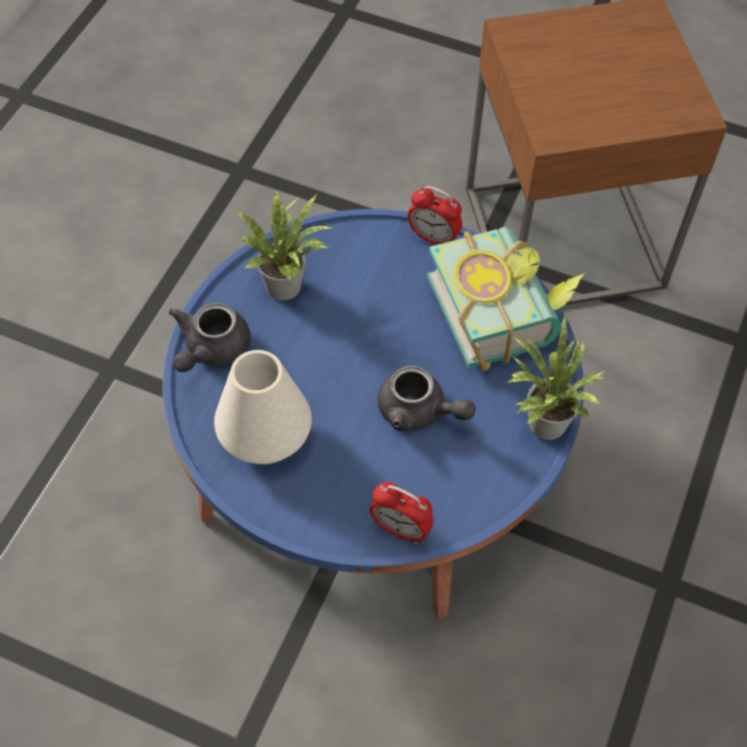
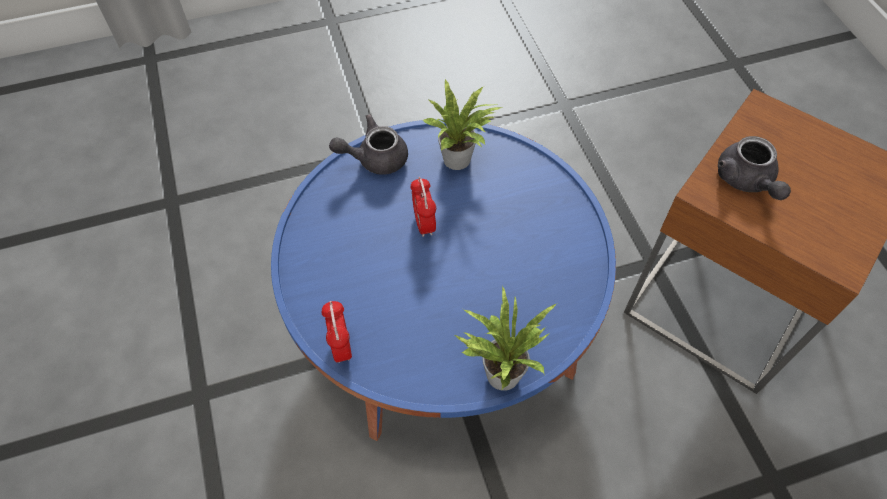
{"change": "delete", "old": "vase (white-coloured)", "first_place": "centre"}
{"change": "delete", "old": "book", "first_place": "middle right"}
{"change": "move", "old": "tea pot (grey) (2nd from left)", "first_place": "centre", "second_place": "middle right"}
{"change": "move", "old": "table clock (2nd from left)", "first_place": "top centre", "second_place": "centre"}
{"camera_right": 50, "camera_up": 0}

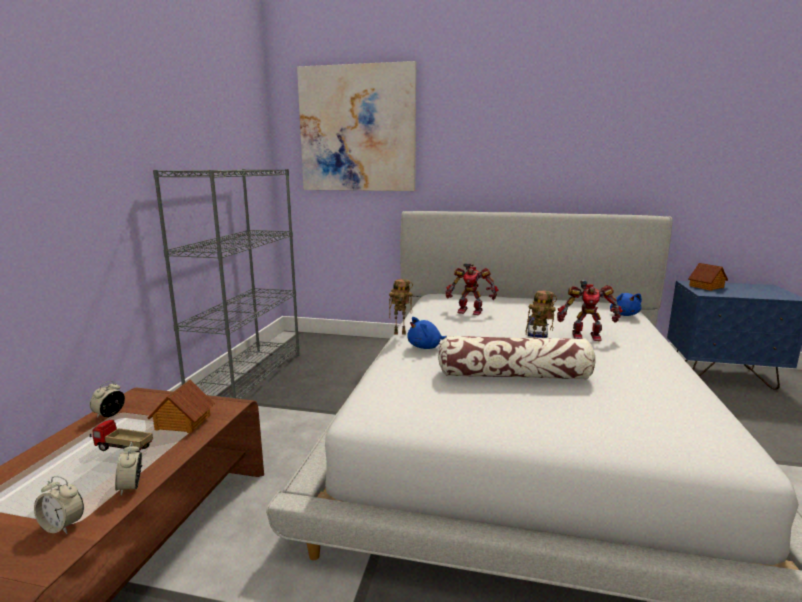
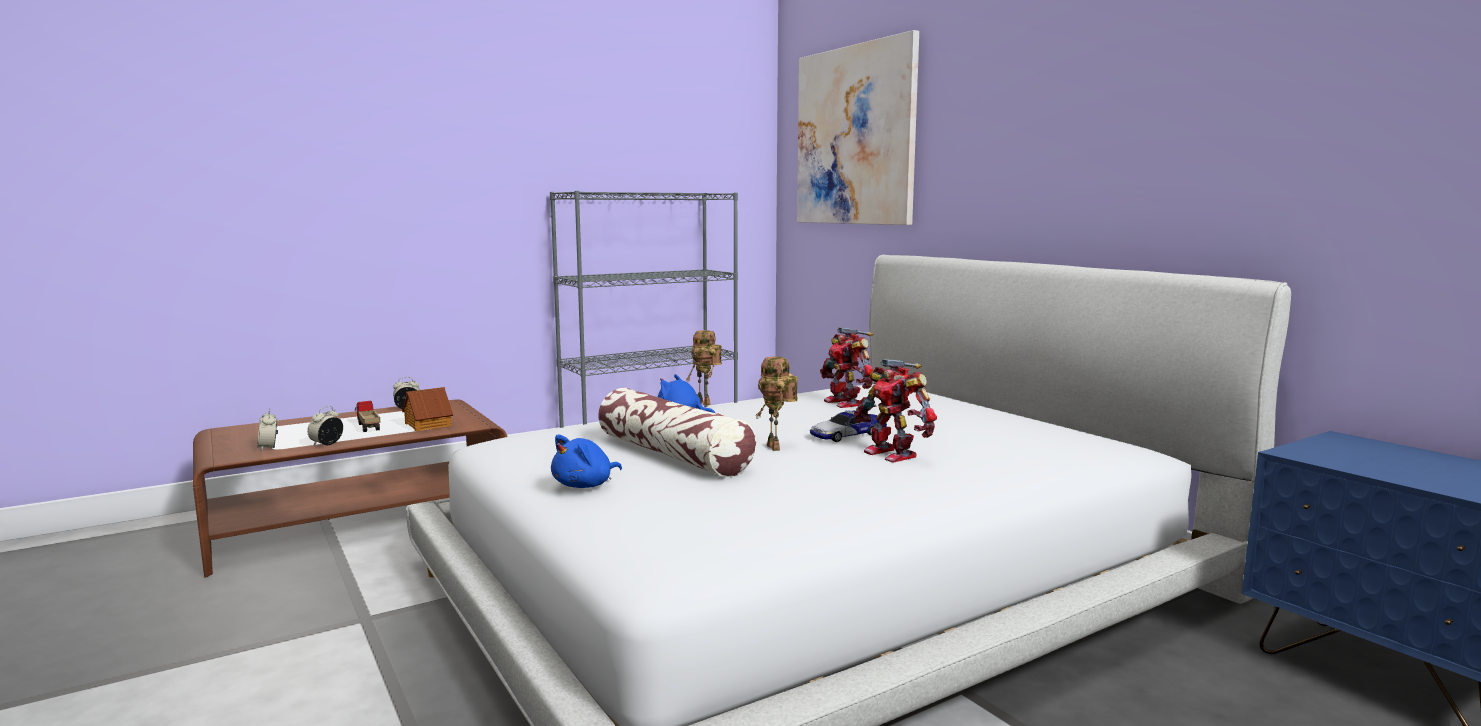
{"change": "delete", "old": "miniature house (2nd from left)", "first_place": "middle right"}
{"change": "move", "old": "cuddly toy (blue) (2nd from left in the first image)", "new": "cuddly toy (blue) (1st from left)", "first_place": "middle right", "second_place": "centre"}
{"camera_right": 45, "camera_up": -5}

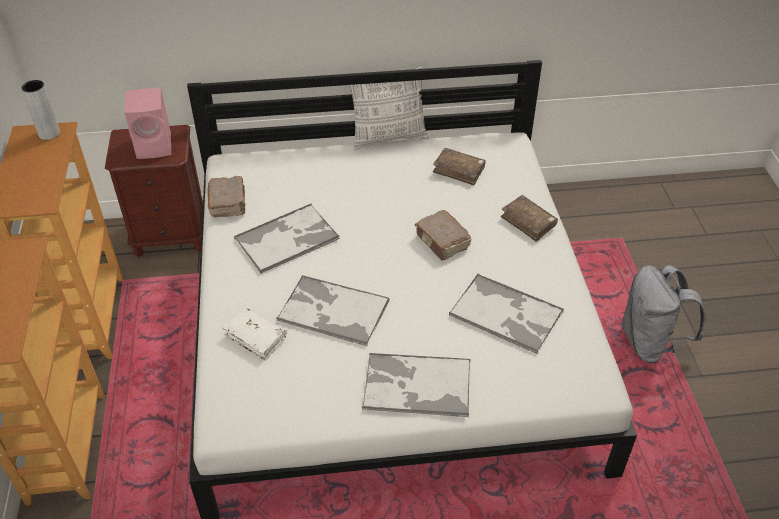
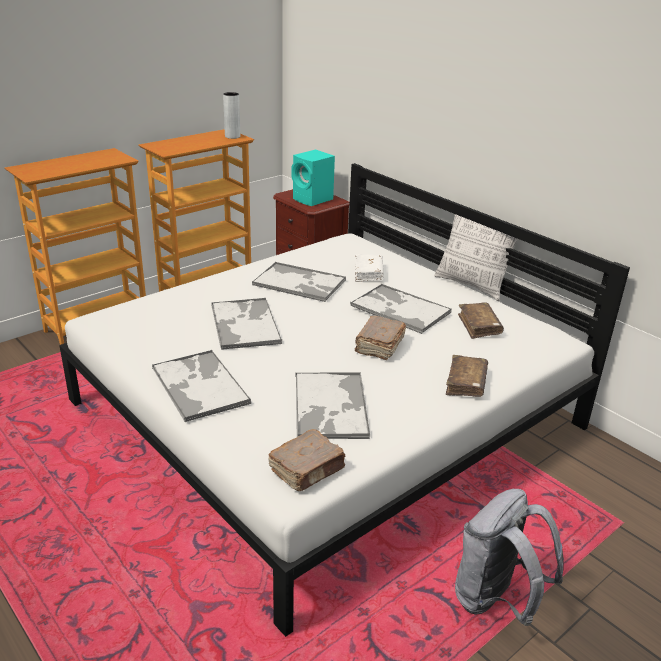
{"change": "insert", "new": "serving tray (5th from left)", "second_place": "centre"}
{"change": "move", "old": "book (brownish) (1st from left)", "first_place": "middle left", "second_place": "bottom centre"}
{"change": "move", "old": "book (white-coloured)", "first_place": "middle left", "second_place": "centre"}
{"change": "recolor", "old": "audio speaker (pink)", "new": "audio speaker (turquoise)", "first_place": "top left", "second_place": "top centre"}
{"camera_right": 55, "camera_up": -15}

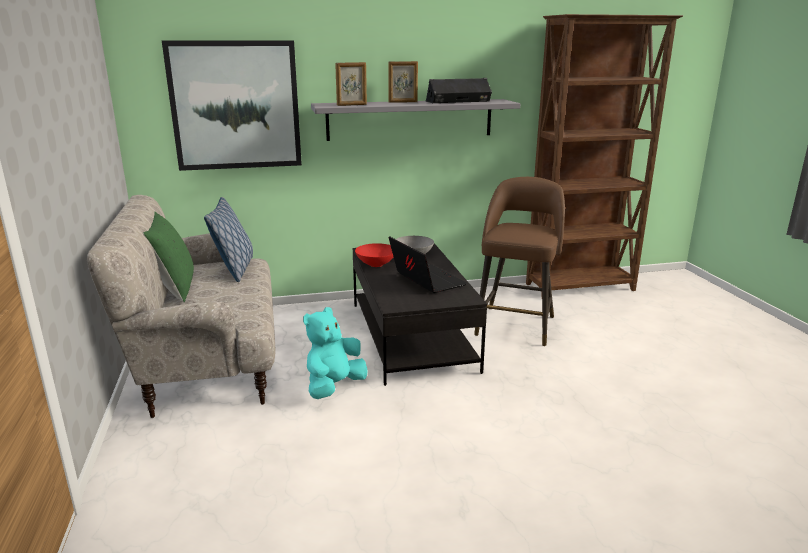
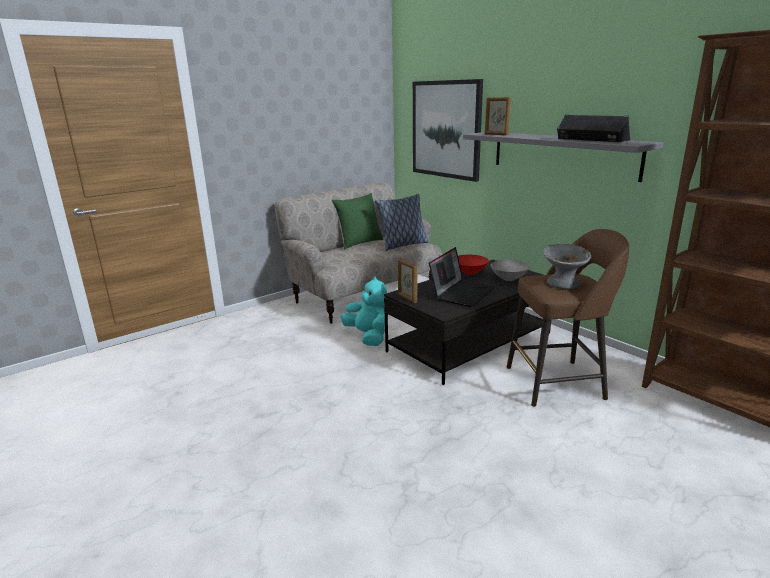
{"change": "insert", "new": "deep dish (grey) (2nd from left)", "second_place": "middle right"}
{"change": "move", "old": "photo frame (2nd from left in the first image)", "new": "photo frame (1st from left)", "first_place": "top centre", "second_place": "centre"}
{"change": "rotate", "old": "cuddly toy (turquoise)", "first_place": "centre", "second_place": "centre", "degrees": 45}
{"camera_right": 65, "camera_up": 0}

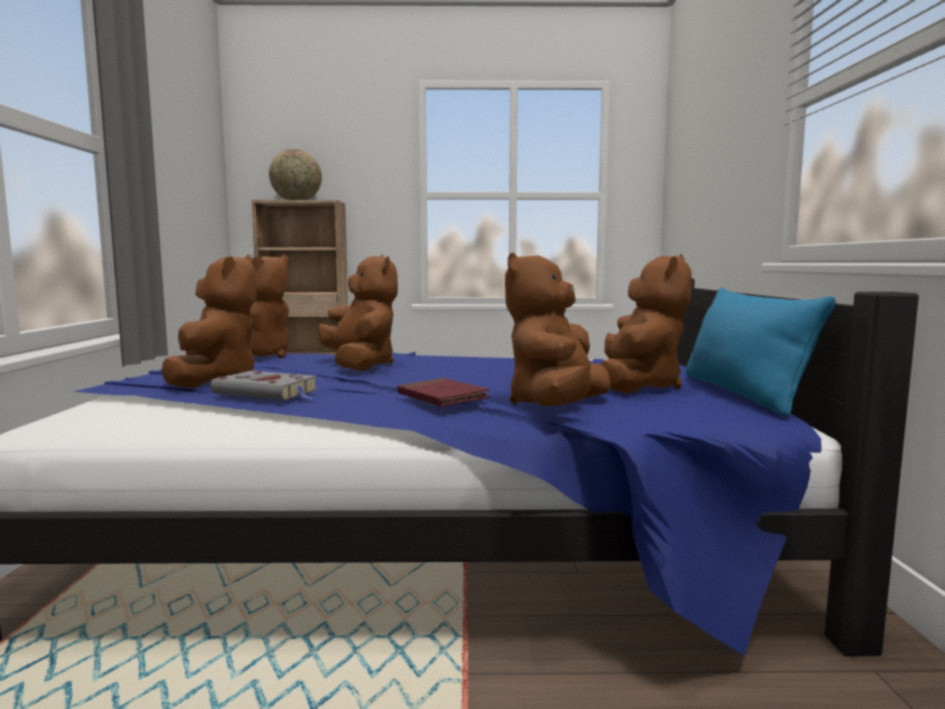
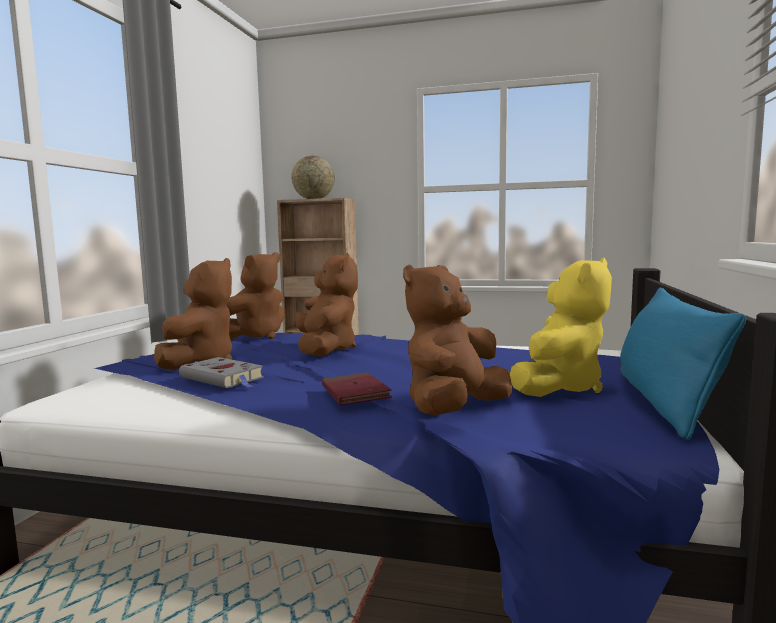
{"change": "recolor", "old": "cuddly toy (brownish) (5th from left)", "new": "cuddly toy (yellow)", "first_place": "middle right", "second_place": "middle right"}
{"camera_right": 15, "camera_up": 0}

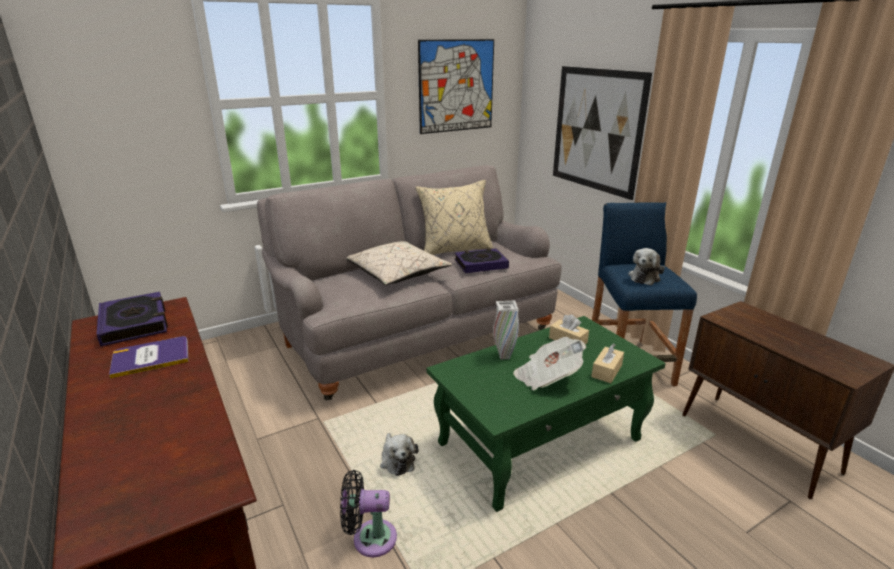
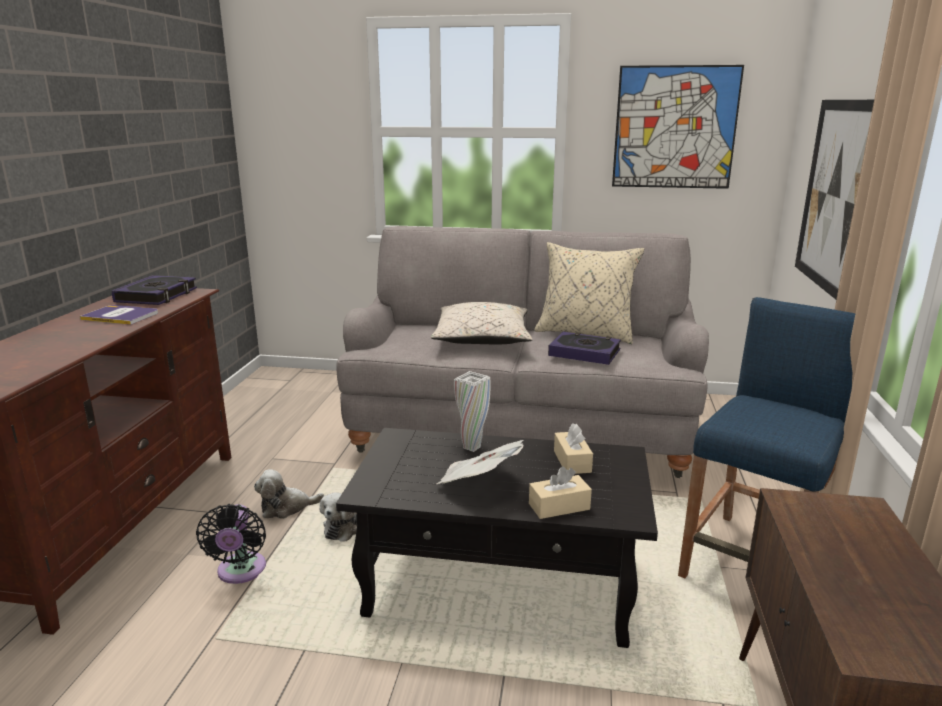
{"change": "move", "old": "cuddly toy (2nd from left in the first image)", "new": "cuddly toy (1st from left)", "first_place": "middle right", "second_place": "bottom left"}
{"change": "recolor", "old": "coffee table (greenish)", "new": "coffee table (black)", "first_place": "bottom centre", "second_place": "bottom centre"}
{"change": "rotate", "old": "cooling fan (black)", "first_place": "bottom centre", "second_place": "bottom left", "degrees": -135}
{"camera_right": 40, "camera_up": -5}

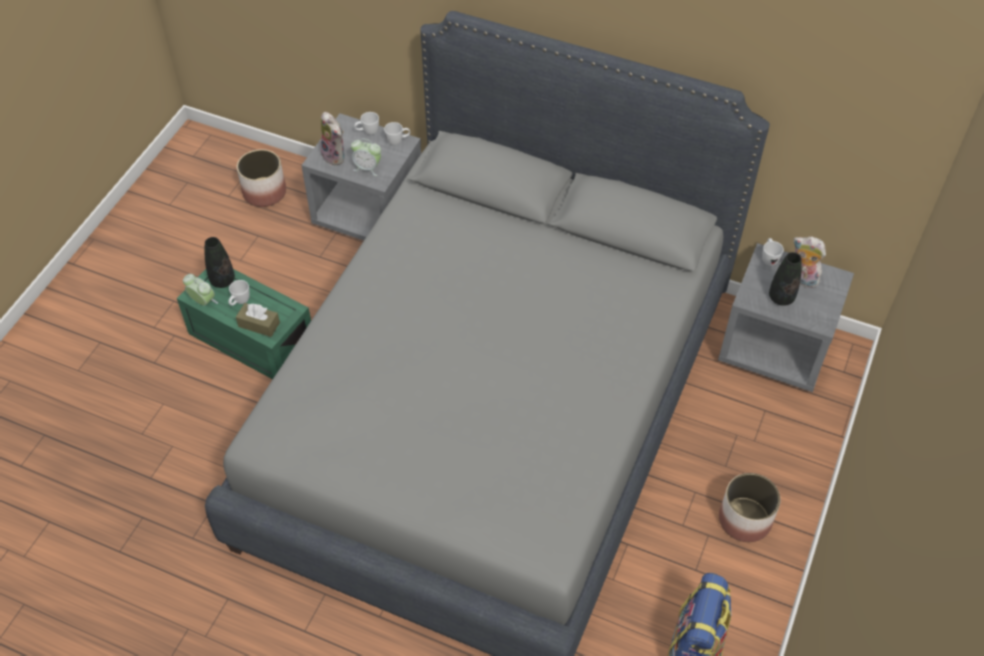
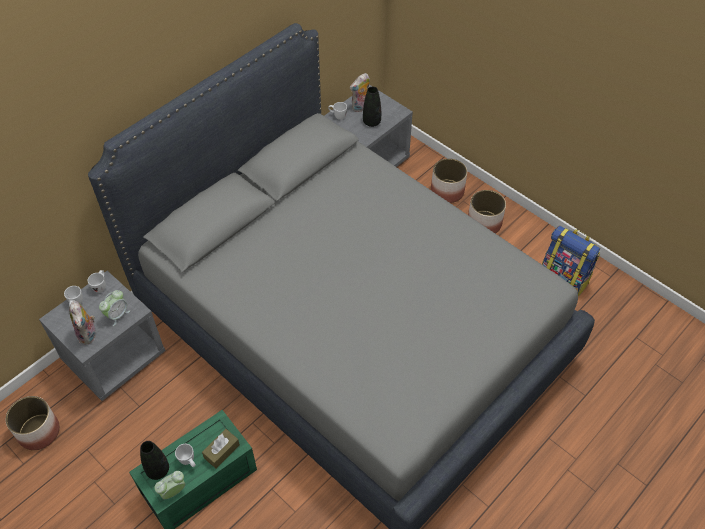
{"change": "insert", "new": "plant pot (2nd from left)", "second_place": "centre"}
{"change": "rotate", "old": "cuddly toy (1st from left)", "first_place": "top centre", "second_place": "middle left", "degrees": 90}
{"camera_right": -70, "camera_up": 0}

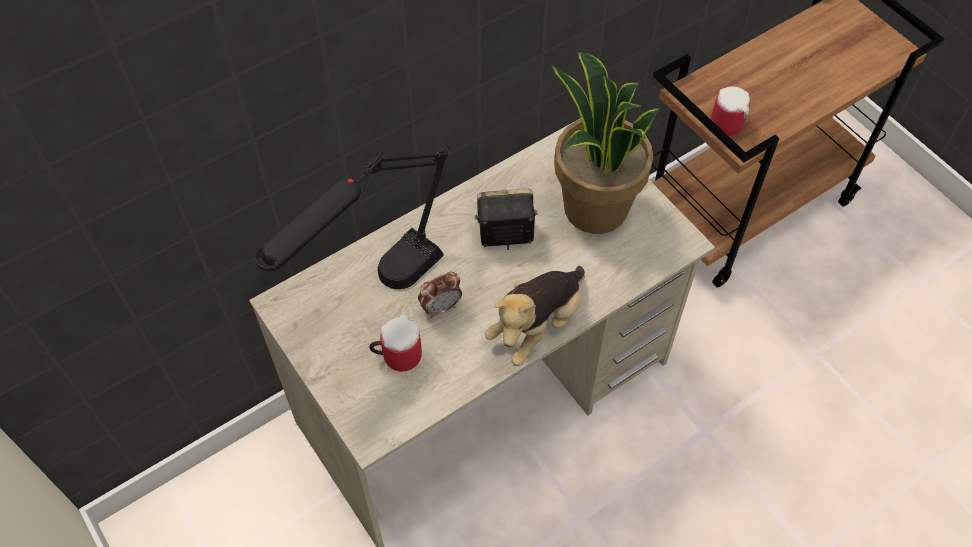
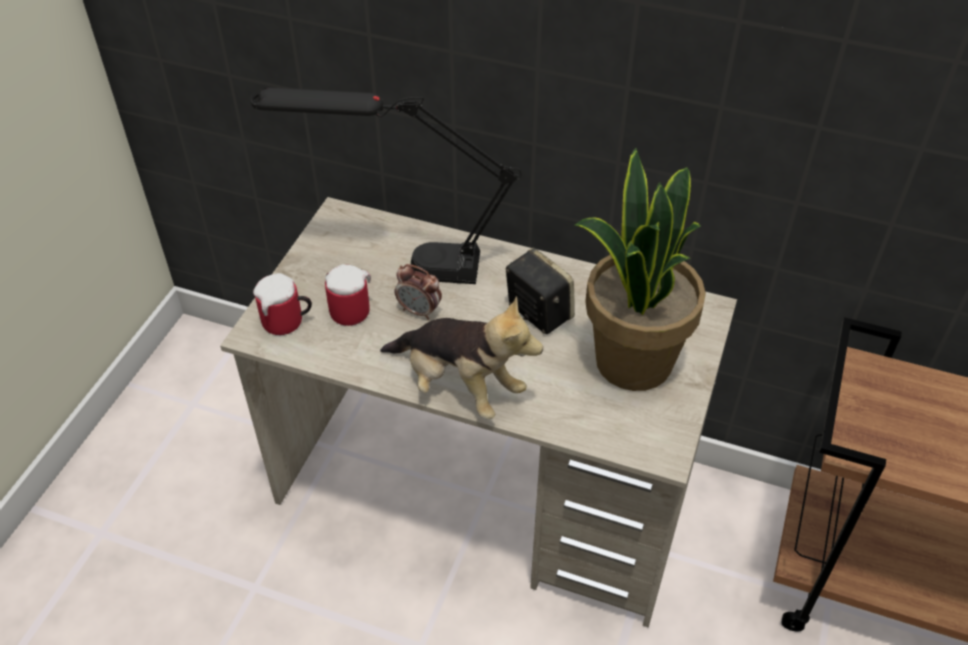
{"change": "move", "old": "coffee mug (2nd from left in the first image)", "new": "coffee mug (1st from left)", "first_place": "top right", "second_place": "middle left"}
{"change": "rotate", "old": "cuddly toy", "first_place": "centre", "second_place": "centre", "degrees": -150}
{"camera_right": 55, "camera_up": -10}

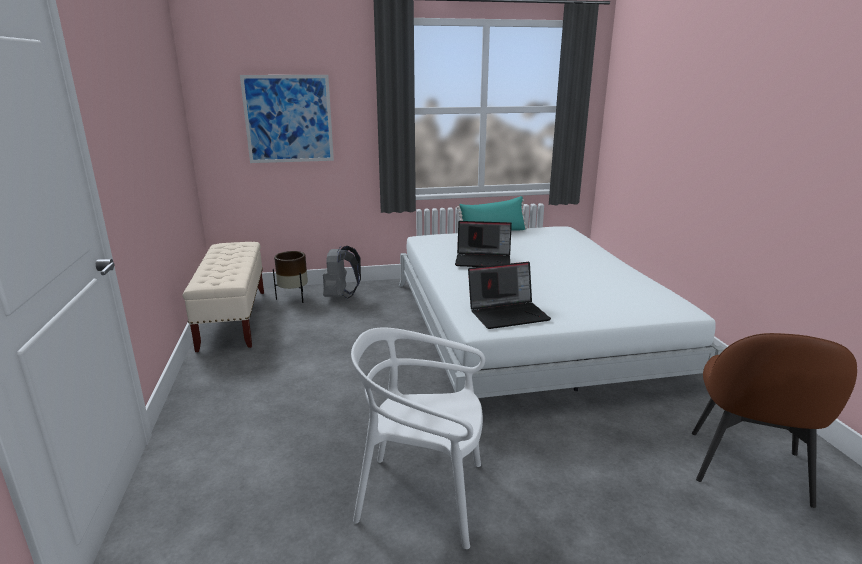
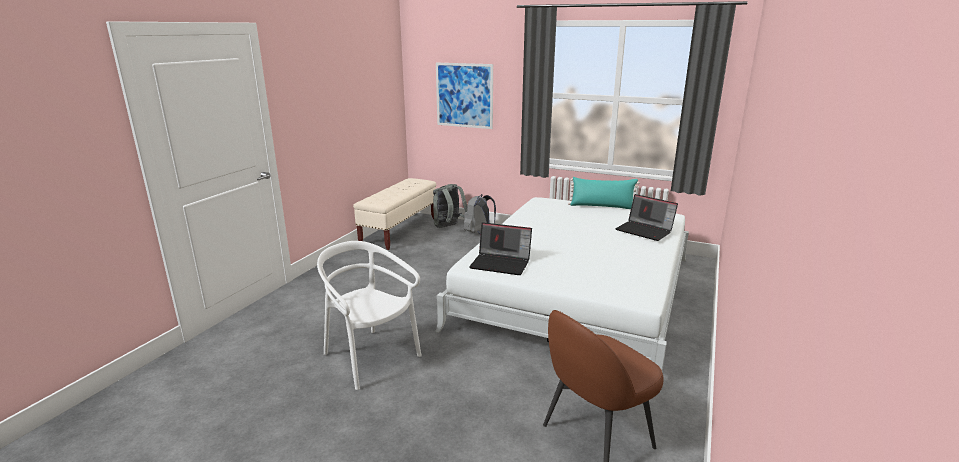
{"change": "move", "old": "notebook computer (1st from left in the first image)", "new": "notebook computer (2nd from left)", "first_place": "centre", "second_place": "middle right"}
{"change": "replace", "old": "plant pot (brownish)", "new": "rucksack (grey) (1st from left)", "first_place": "centre", "second_place": "centre"}
{"camera_right": 35, "camera_up": 0}

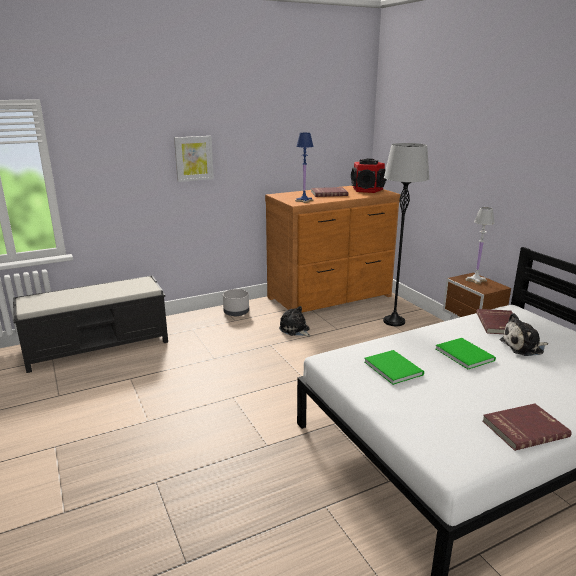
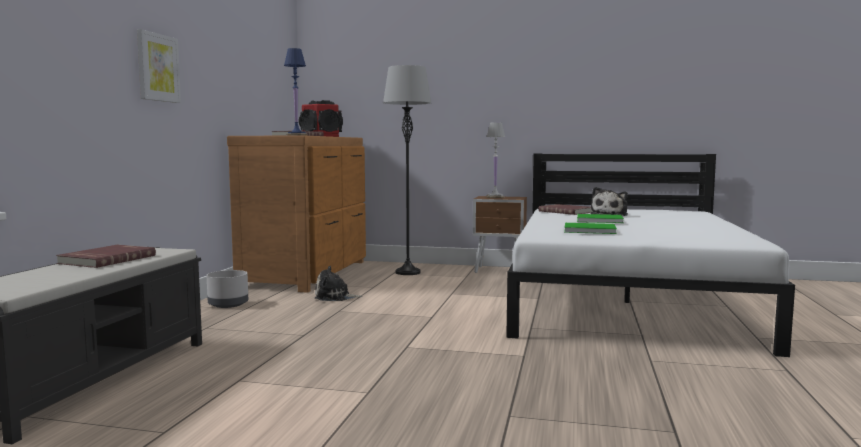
{"change": "move", "old": "book (reddish) (3rd from left in the first image)", "new": "book (reddish) (1st from left)", "first_place": "bottom right", "second_place": "middle left"}
{"camera_right": -50, "camera_up": -15}

